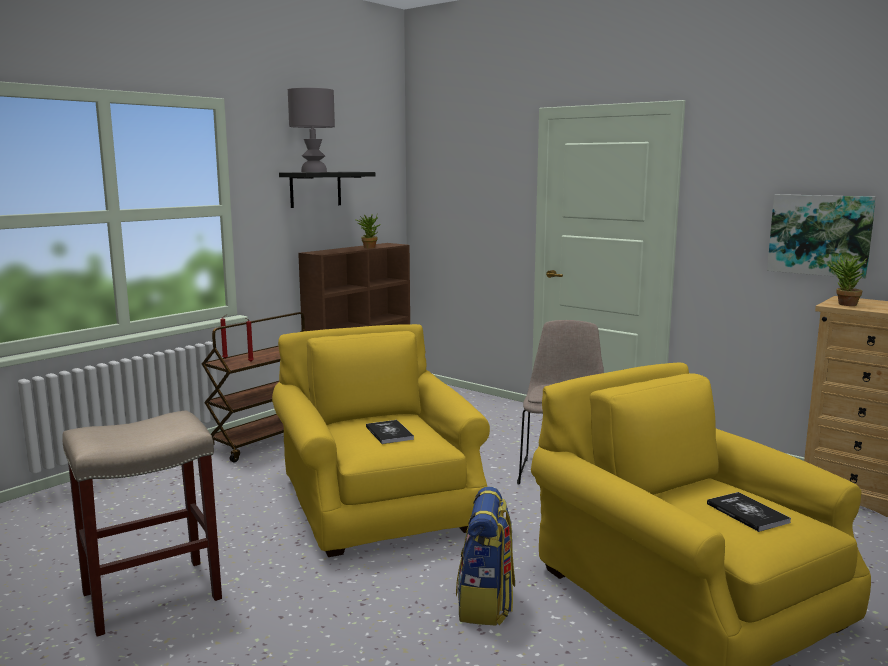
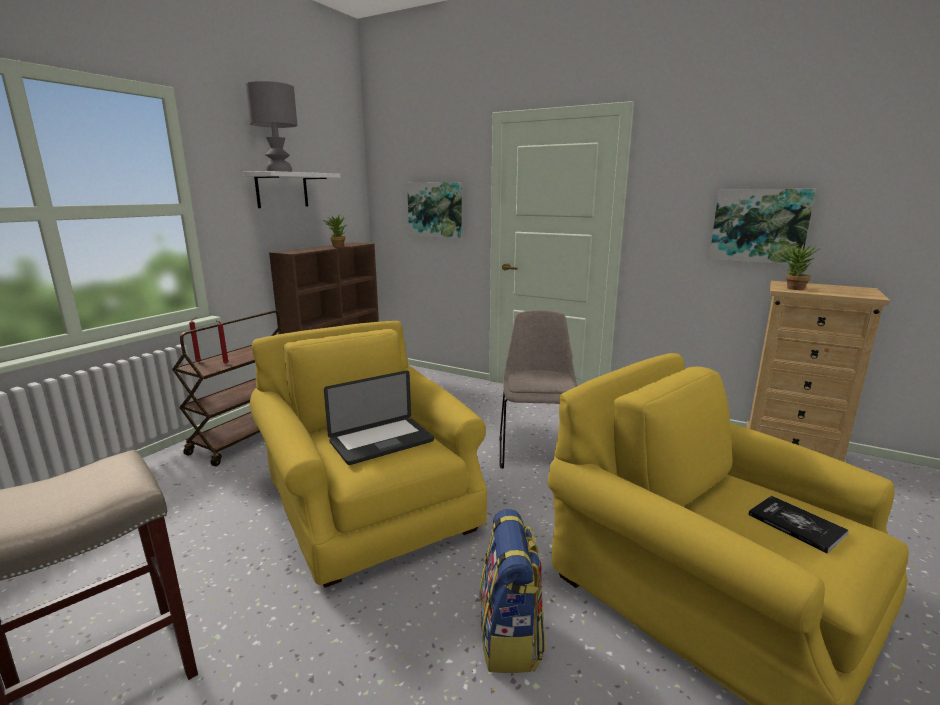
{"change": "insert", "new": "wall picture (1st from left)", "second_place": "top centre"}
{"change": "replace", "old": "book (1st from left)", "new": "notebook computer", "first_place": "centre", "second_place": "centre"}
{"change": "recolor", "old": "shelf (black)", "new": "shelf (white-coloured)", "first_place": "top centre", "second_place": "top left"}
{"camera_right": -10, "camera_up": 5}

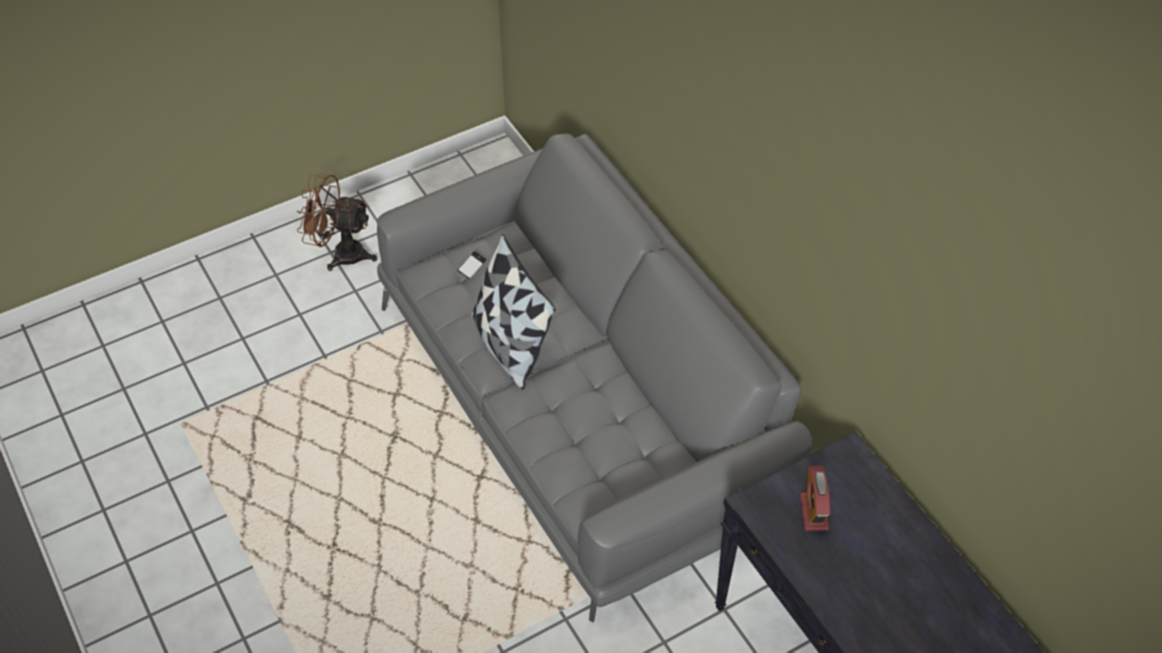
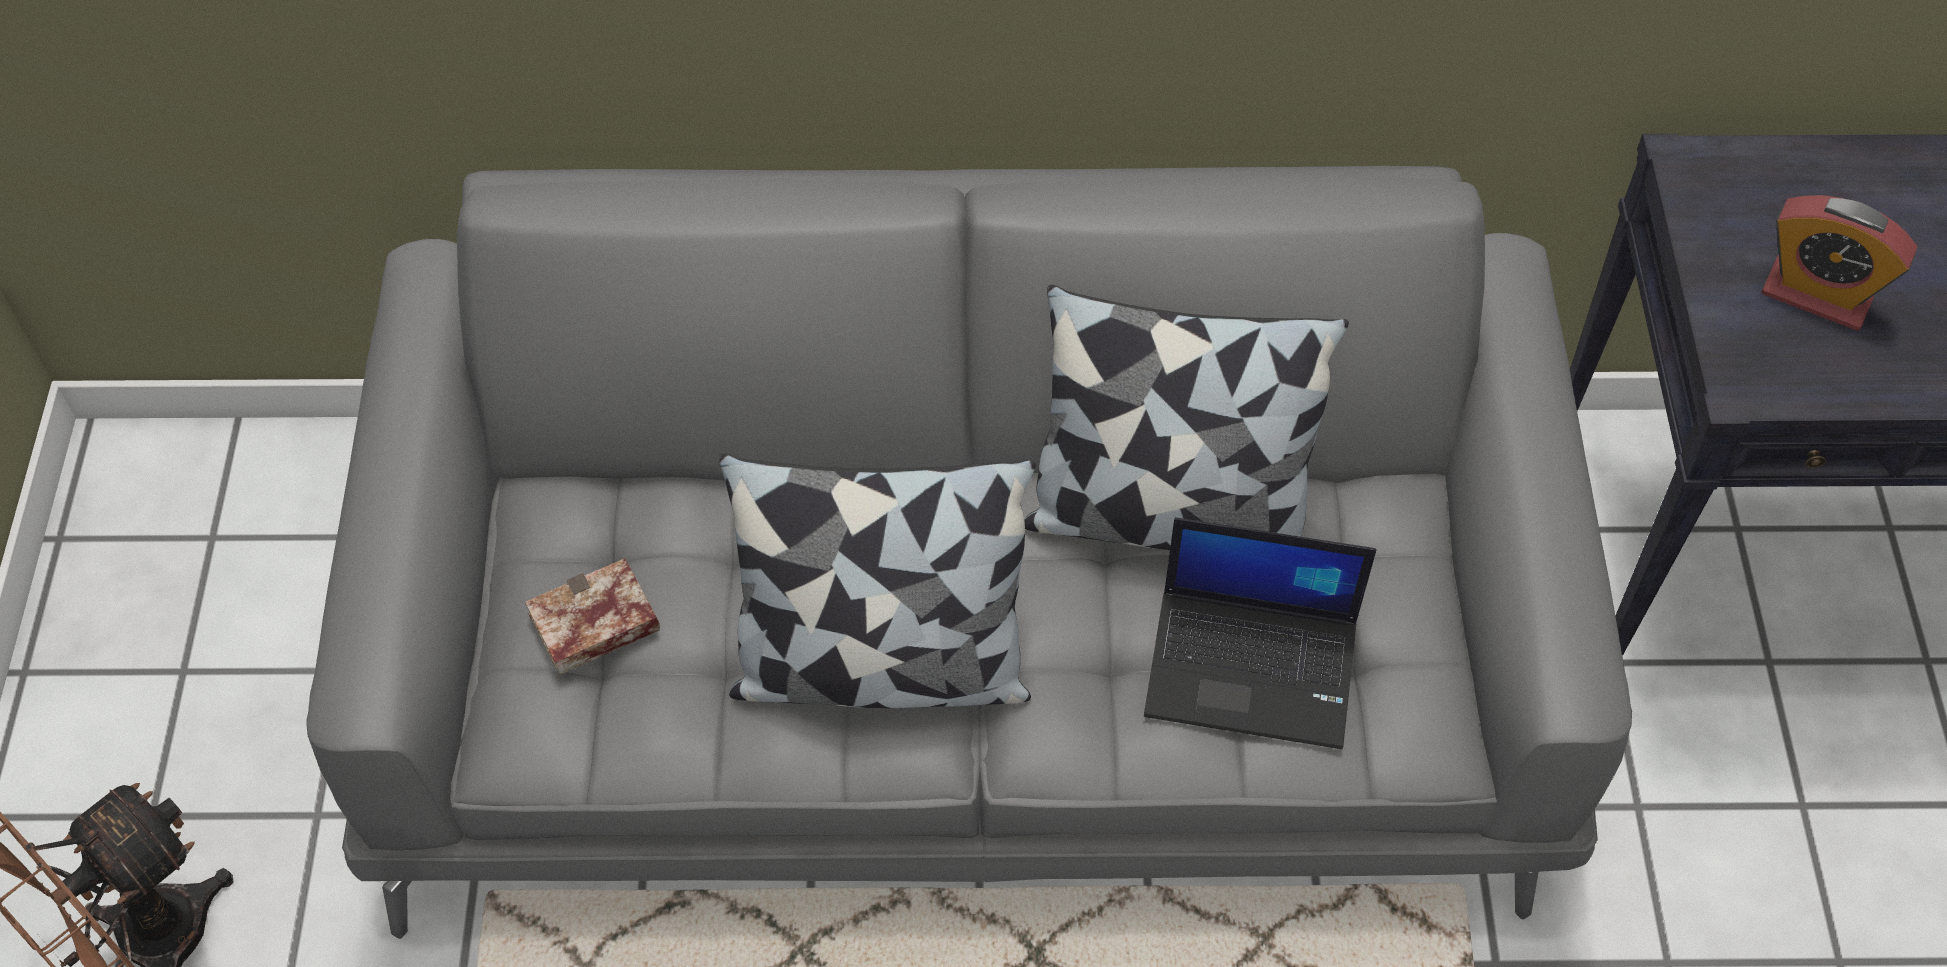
{"change": "insert", "new": "pillow (2nd from left)", "second_place": "centre"}
{"change": "insert", "new": "notebook computer", "second_place": "centre"}
{"change": "replace", "old": "handset", "new": "book", "first_place": "centre", "second_place": "middle left"}
{"camera_right": -60, "camera_up": 5}

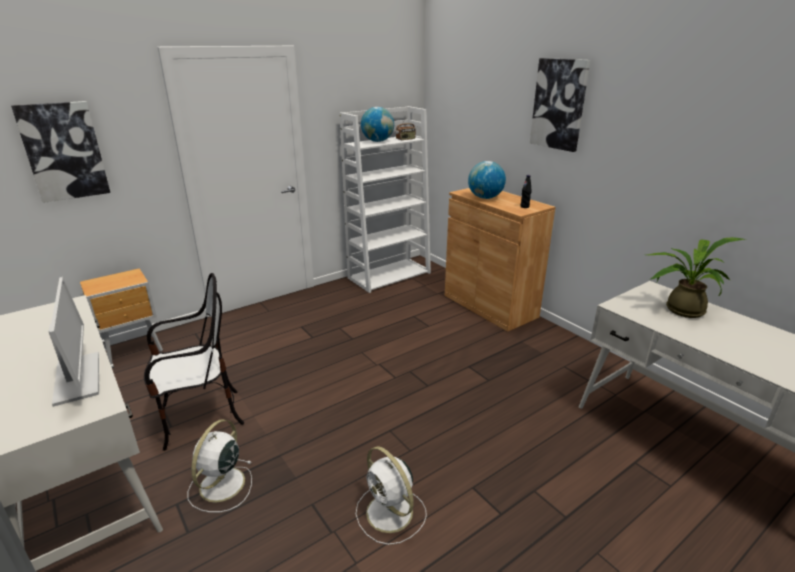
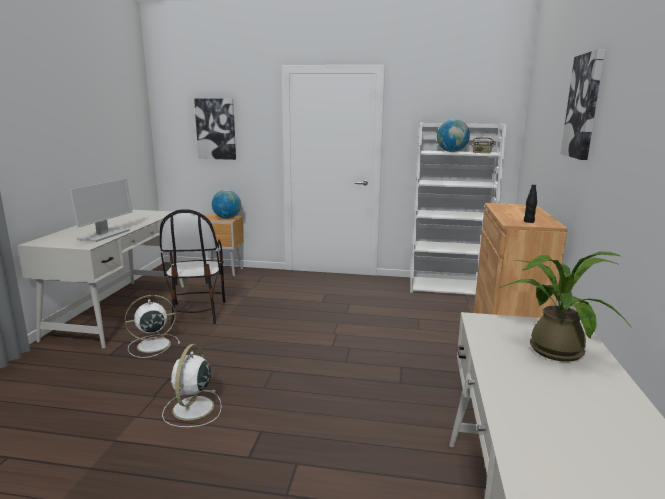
{"change": "move", "old": "globe (2nd from left in the first image)", "new": "globe (1st from left)", "first_place": "top centre", "second_place": "centre"}
{"change": "rotate", "old": "upright chair", "first_place": "middle left", "second_place": "middle left", "degrees": 60}
{"camera_right": 45, "camera_up": -10}

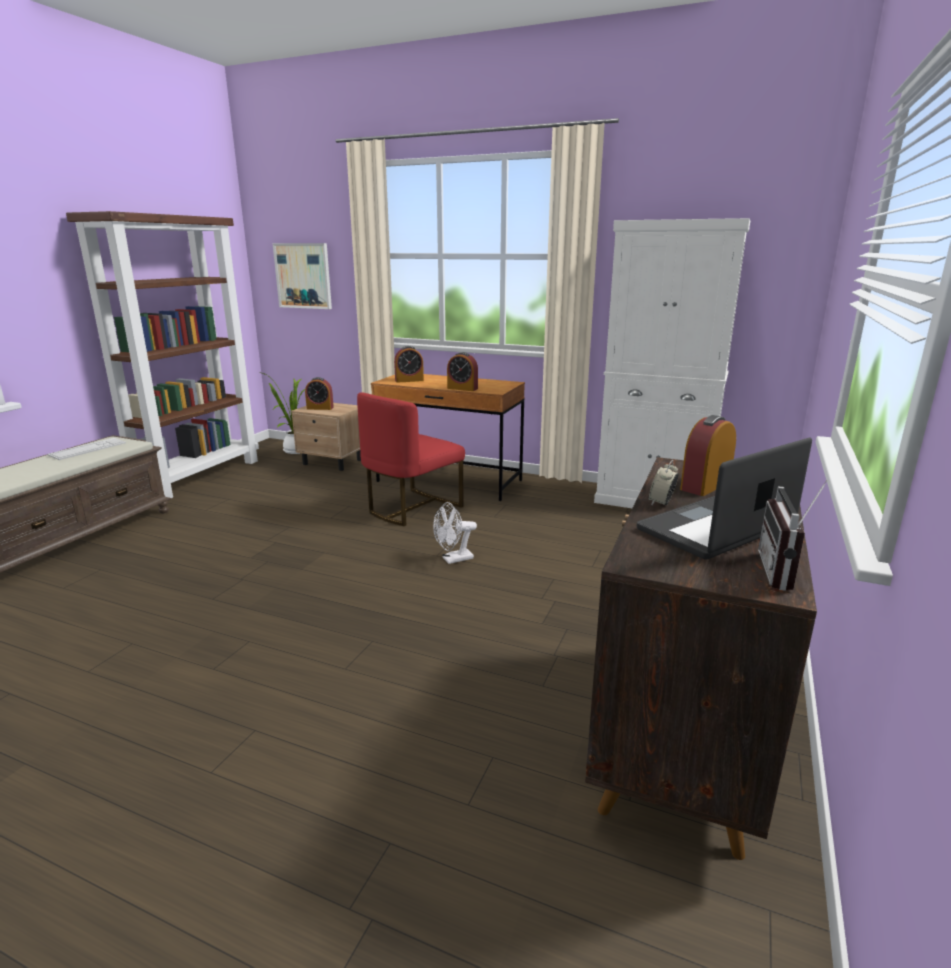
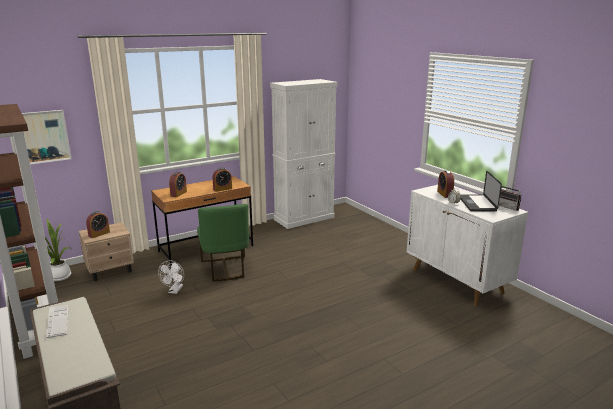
{"change": "move", "old": "cooling fan (white-coloured)", "first_place": "centre", "second_place": "bottom left"}
{"change": "recolor", "old": "upright chair (reddish)", "new": "upright chair (greenish)", "first_place": "centre", "second_place": "centre"}
{"change": "recolor", "old": "cupboard (brownish)", "new": "cupboard (white-coloured) (2nd from left)", "first_place": "bottom right", "second_place": "middle right"}
{"camera_right": -55, "camera_up": 0}

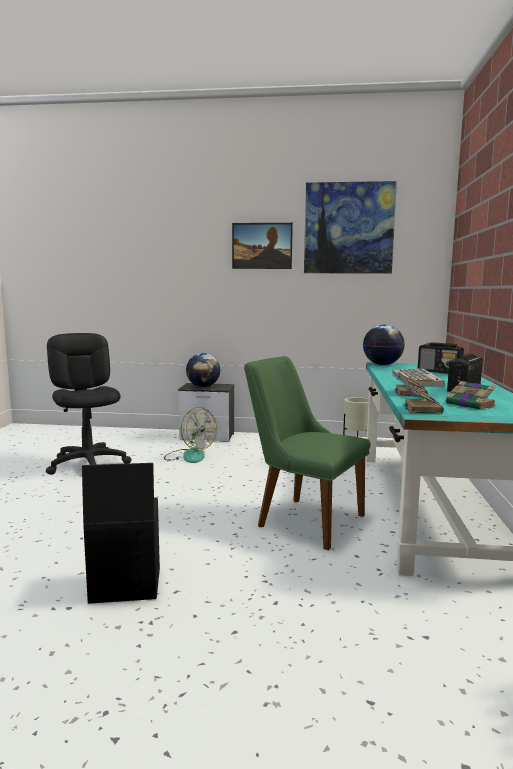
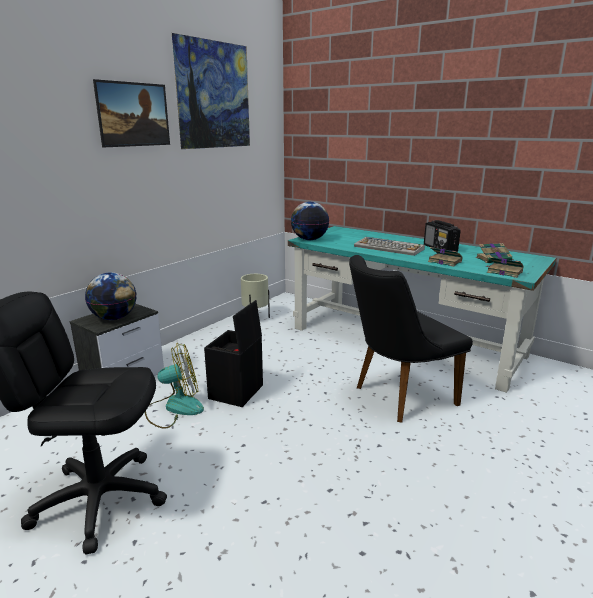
{"change": "delete", "old": "radio receiver (1st from left)", "first_place": "middle right"}
{"change": "move", "old": "storage bin (black)", "first_place": "bottom left", "second_place": "centre"}
{"change": "recolor", "old": "upright chair (greenish)", "new": "upright chair (black)", "first_place": "centre", "second_place": "middle right"}
{"camera_right": -60, "camera_up": 10}

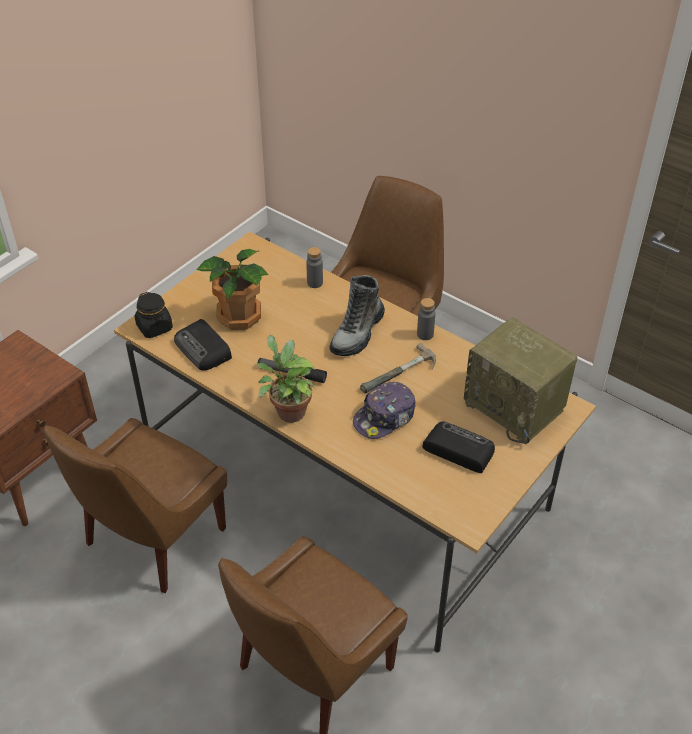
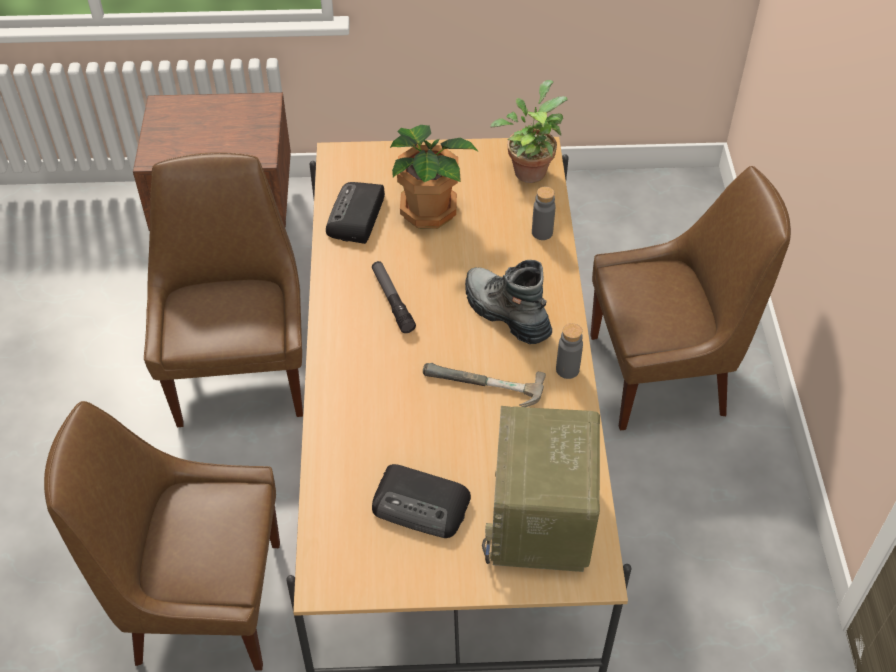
{"change": "delete", "old": "storage jar (black)", "first_place": "middle left"}
{"change": "delete", "old": "peaked cap", "first_place": "centre"}
{"change": "move", "old": "potted plant (2nd from left)", "first_place": "centre", "second_place": "top centre"}
{"change": "rotate", "old": "upright chair (brownish) (1st from left in the first image)", "first_place": "bottom left", "second_place": "middle left", "degrees": 90}
{"change": "rotate", "old": "boot", "first_place": "centre", "second_place": "centre", "degrees": 60}
{"change": "rotate", "old": "radio receiver (2nd from left)", "first_place": "centre", "second_place": "bottom centre", "degrees": 120}
{"camera_right": 50, "camera_up": 5}

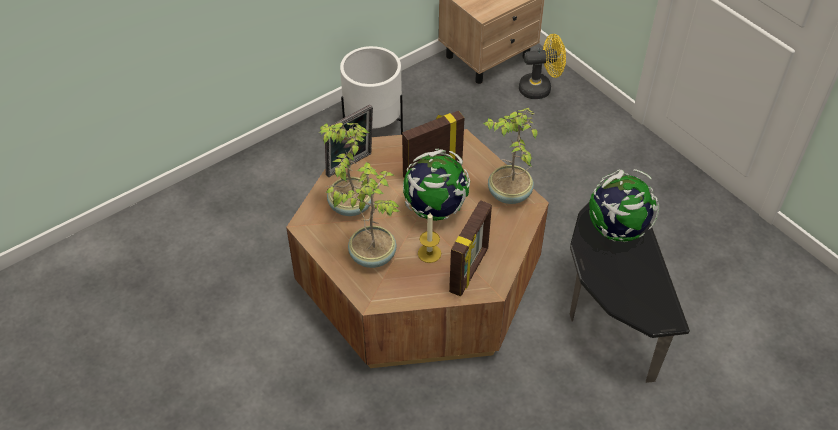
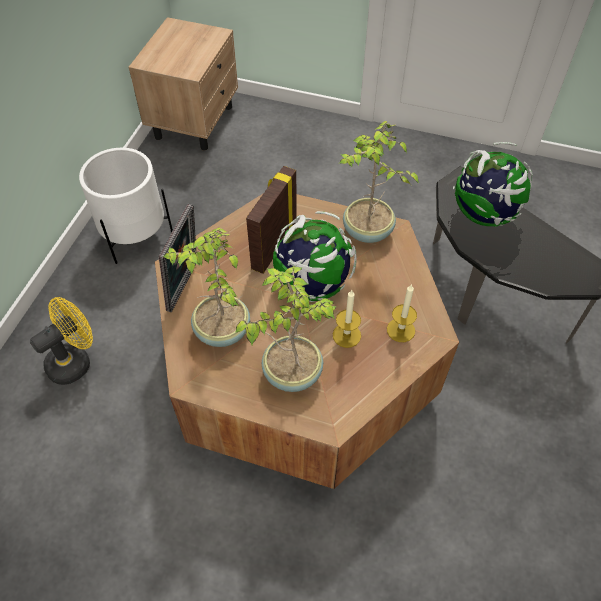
{"change": "move", "old": "cooling fan (yellow)", "first_place": "top centre", "second_place": "middle left"}
{"change": "replace", "old": "photo frame (3rd from left)", "new": "wax candle (2nd from left)", "first_place": "centre", "second_place": "middle right"}
{"camera_right": -35, "camera_up": 5}

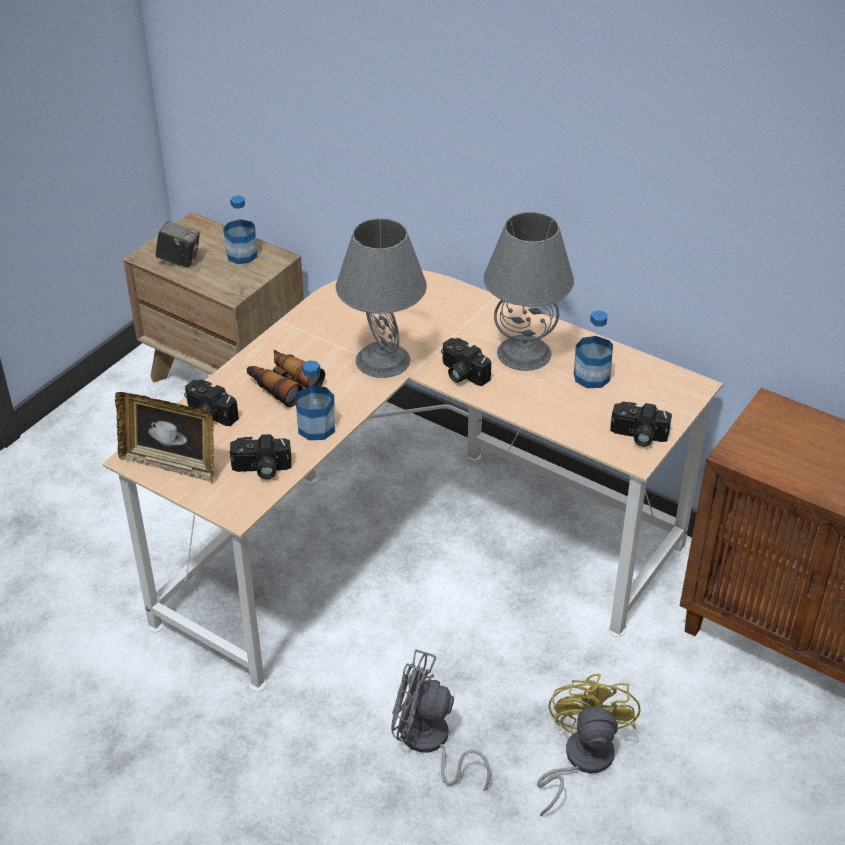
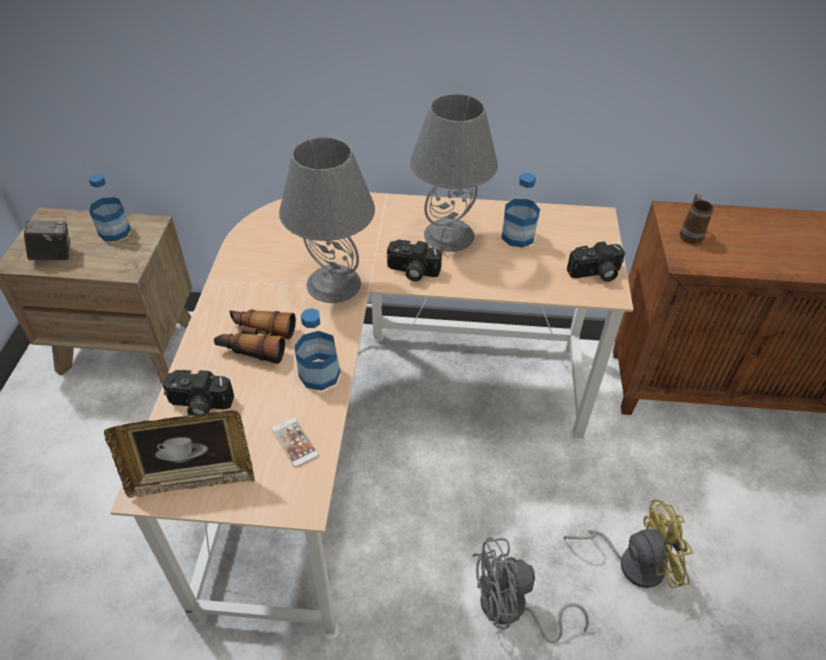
{"change": "insert", "new": "coffee mug", "second_place": "top right"}
{"change": "replace", "old": "photo camera (3rd from left)", "new": "handset", "first_place": "middle left", "second_place": "bottom centre"}
{"change": "rotate", "old": "cooling fan (yellow)", "first_place": "bottom right", "second_place": "bottom right", "degrees": 105}
{"camera_right": -30, "camera_up": 5}

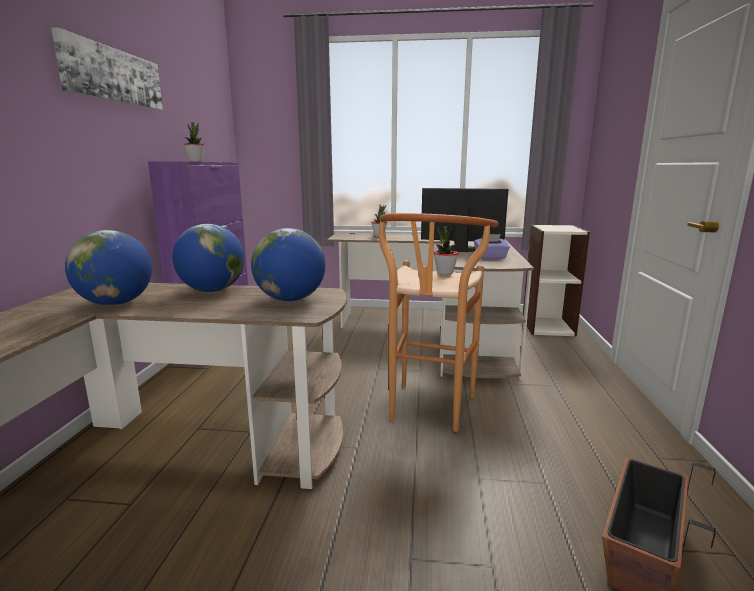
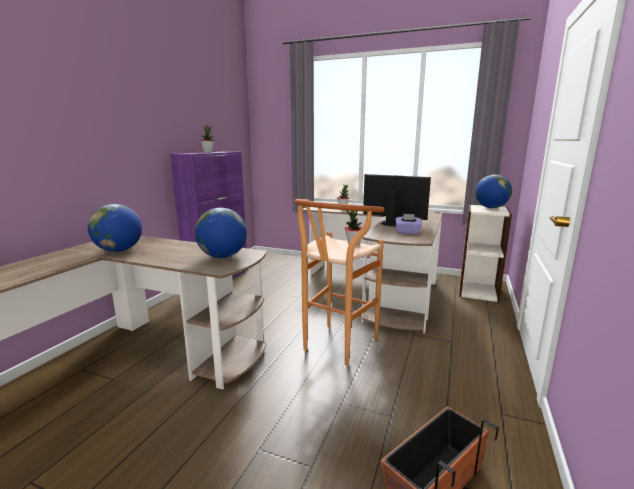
{"change": "delete", "old": "wall picture", "first_place": "top left"}
{"change": "move", "old": "globe (2nd from left in the first image)", "new": "globe (3rd from left)", "first_place": "middle left", "second_place": "middle right"}
{"camera_right": 15, "camera_up": 0}

